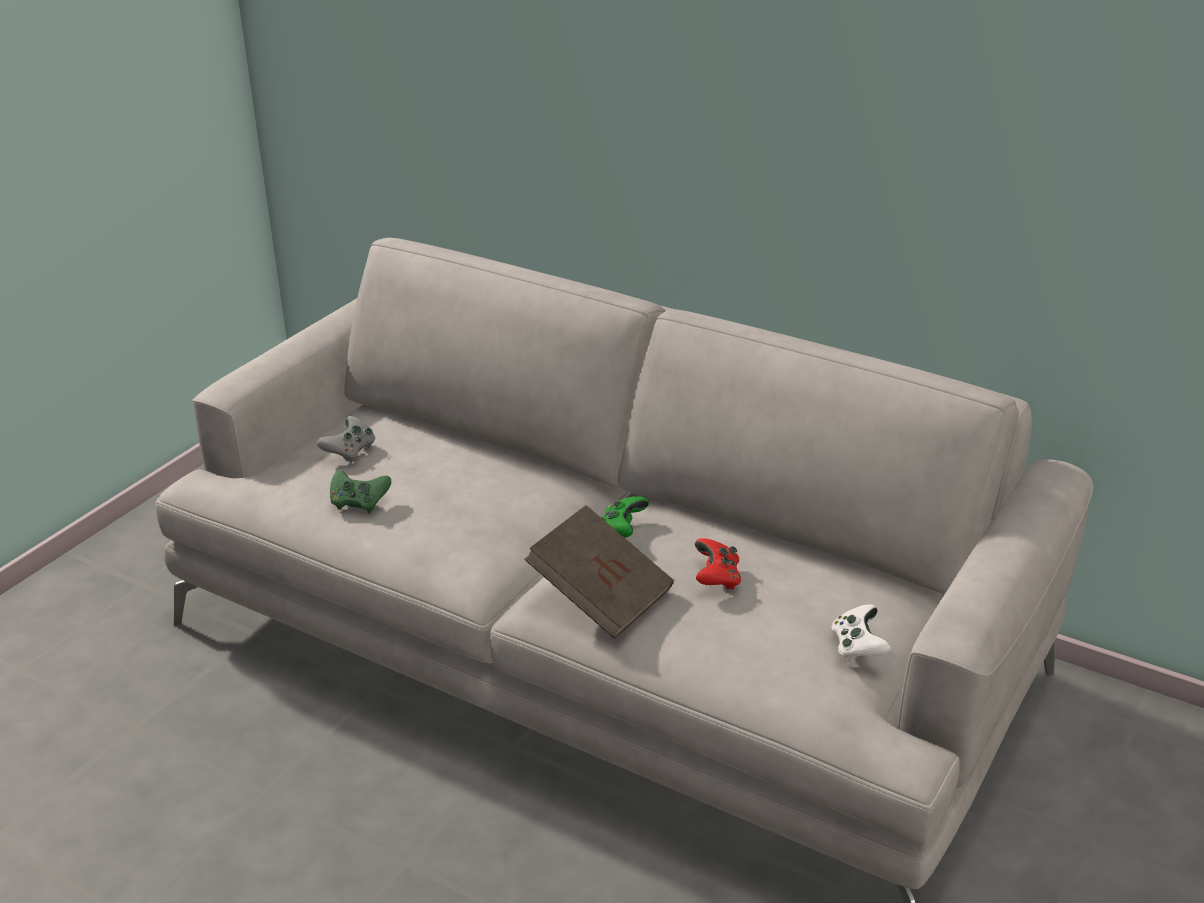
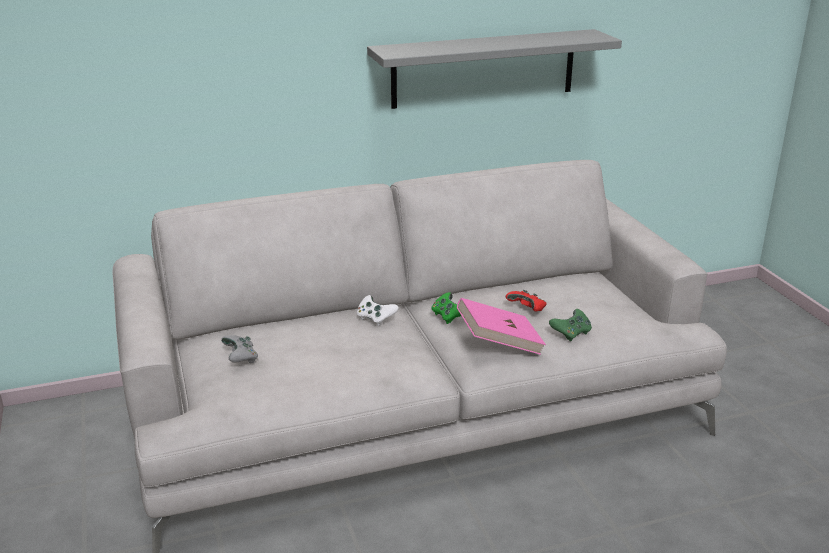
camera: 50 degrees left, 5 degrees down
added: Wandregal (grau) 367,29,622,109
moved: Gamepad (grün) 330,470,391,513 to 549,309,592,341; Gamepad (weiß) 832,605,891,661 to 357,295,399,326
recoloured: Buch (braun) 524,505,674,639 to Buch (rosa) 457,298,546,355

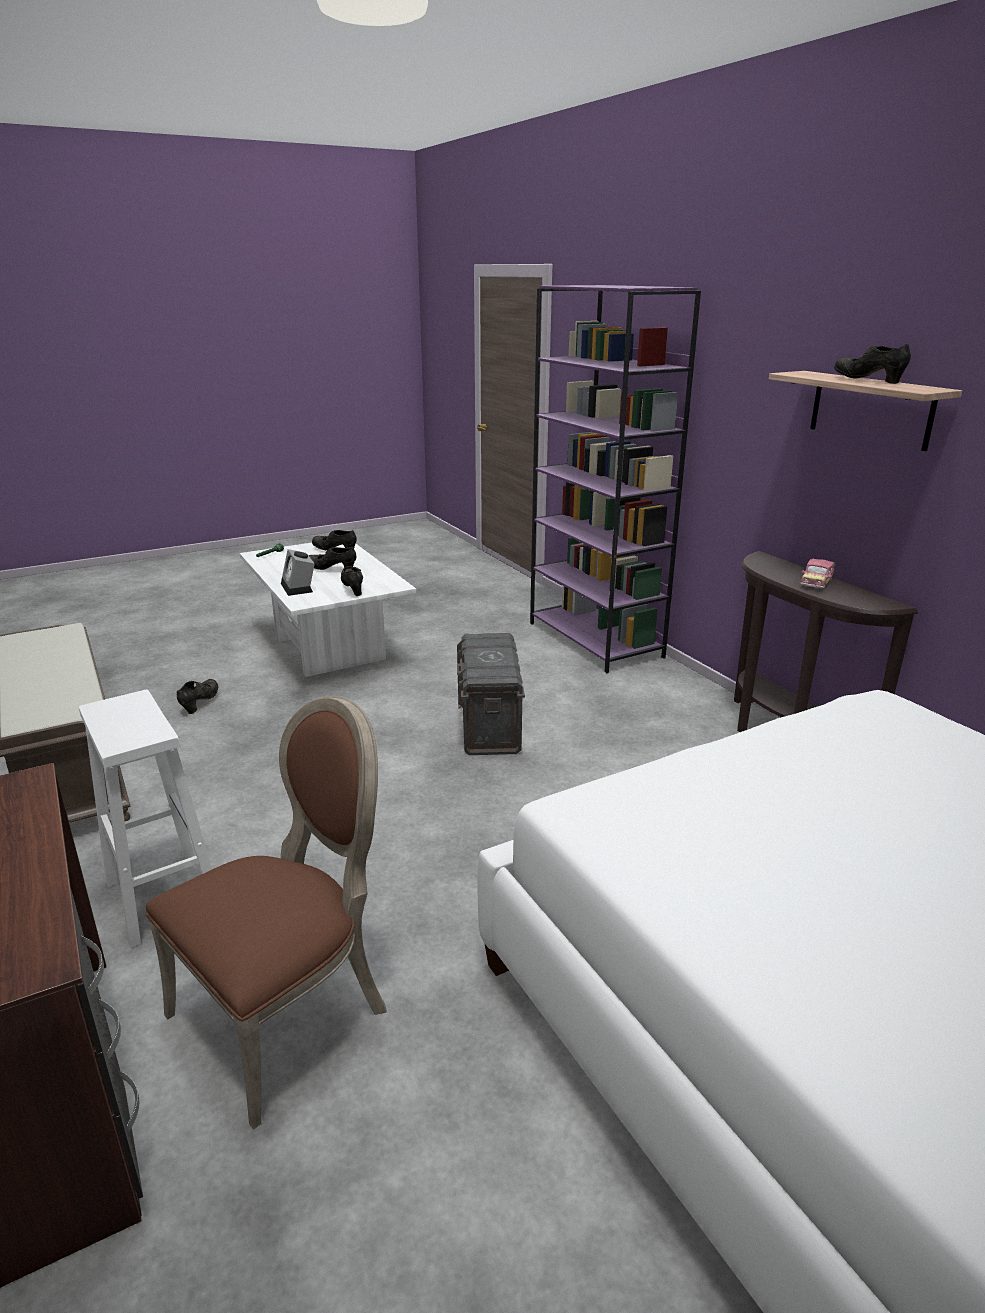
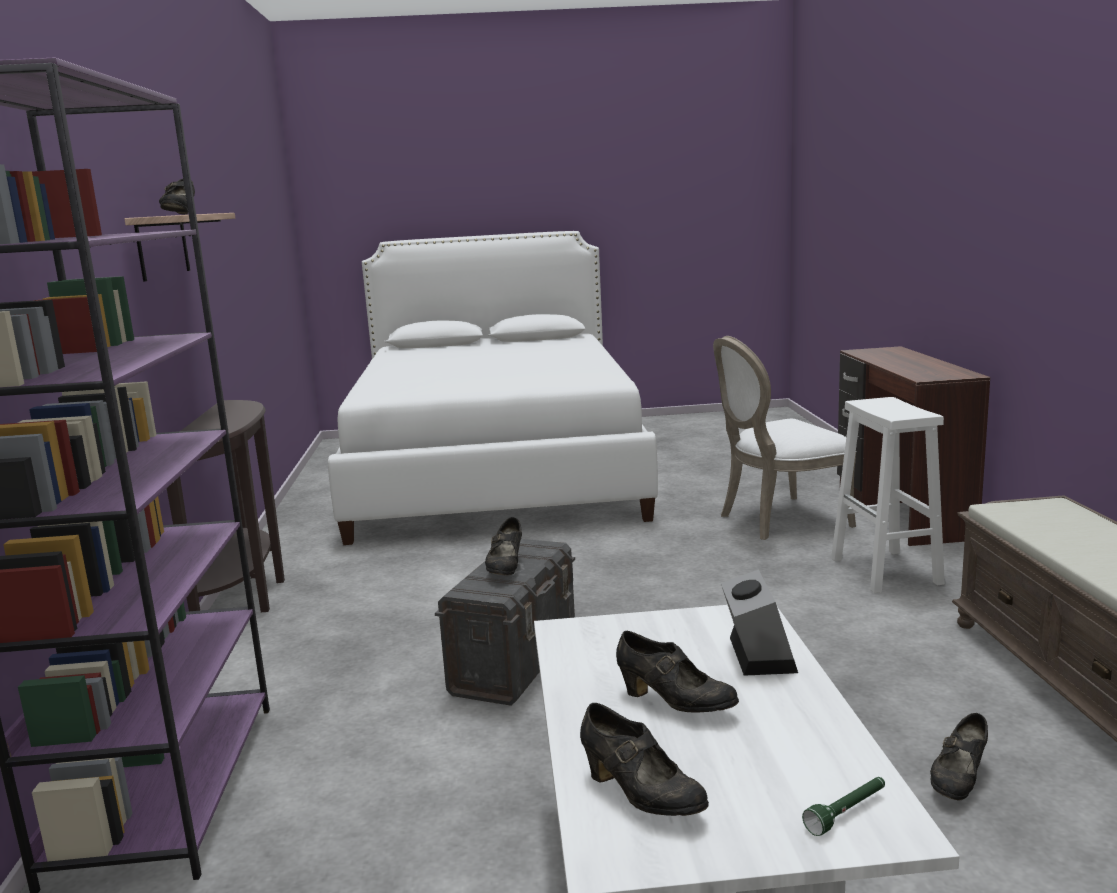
camera: 155 degrees left, 10 degrees down
removed: Spielzeugauto 800,559,835,590
moved: Schuh (schwarz) 341,567,363,596 to 485,517,522,575
recoloured: Stuhl (braun) 146,696,387,1129 to Stuhl (weiß) 713,336,856,540

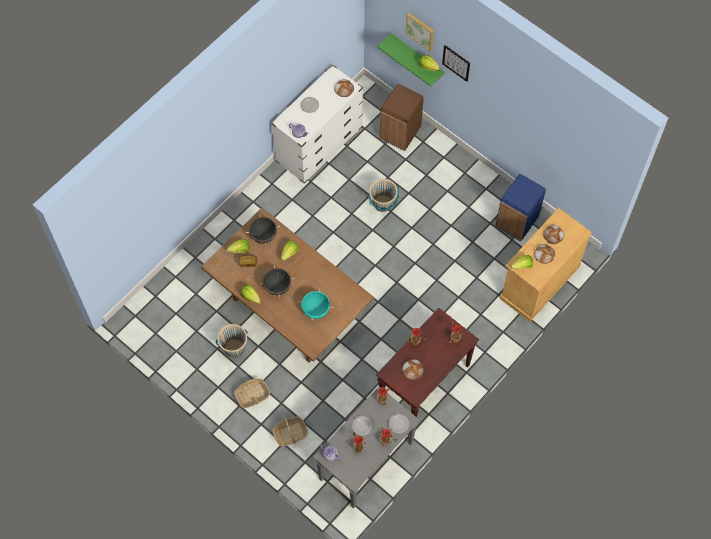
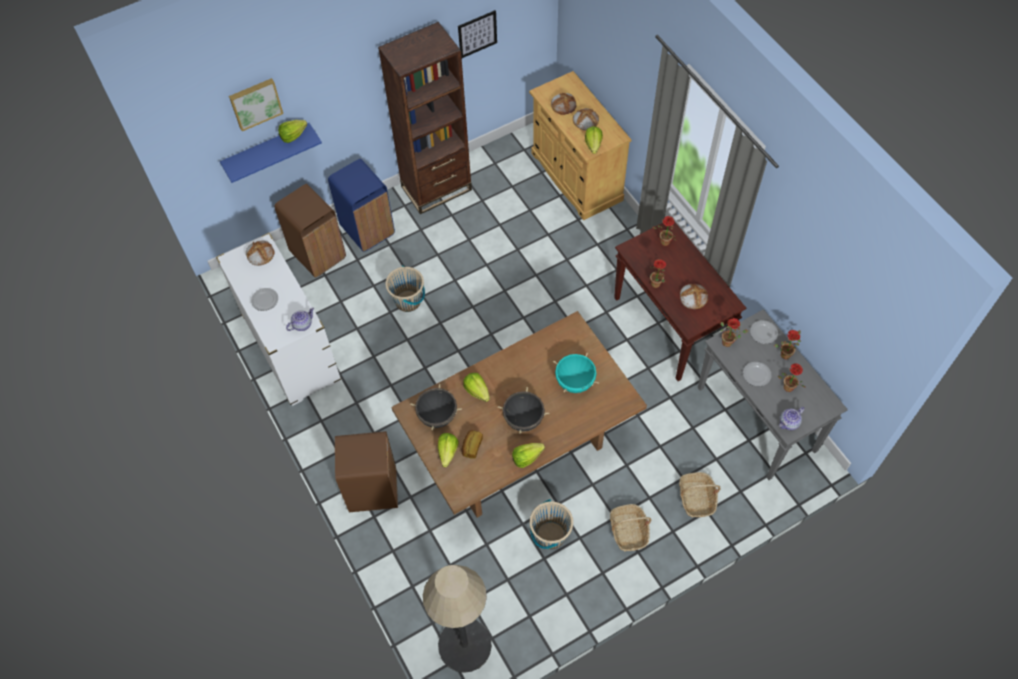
camera: 70 degrees left, 5 degrees down
added: Mülleimer (braun) 335,431,398,512; Bücherregal (braun) 378,22,472,214; Stehlampe 423,565,492,673
moved: Bild 442,45,470,82 to 458,10,497,58; Mülleimer (blau) 496,174,546,241 to 328,159,395,252
recoloured: Wandregal (grün) 377,34,445,86 to Wandregal (blau) 220,123,322,183

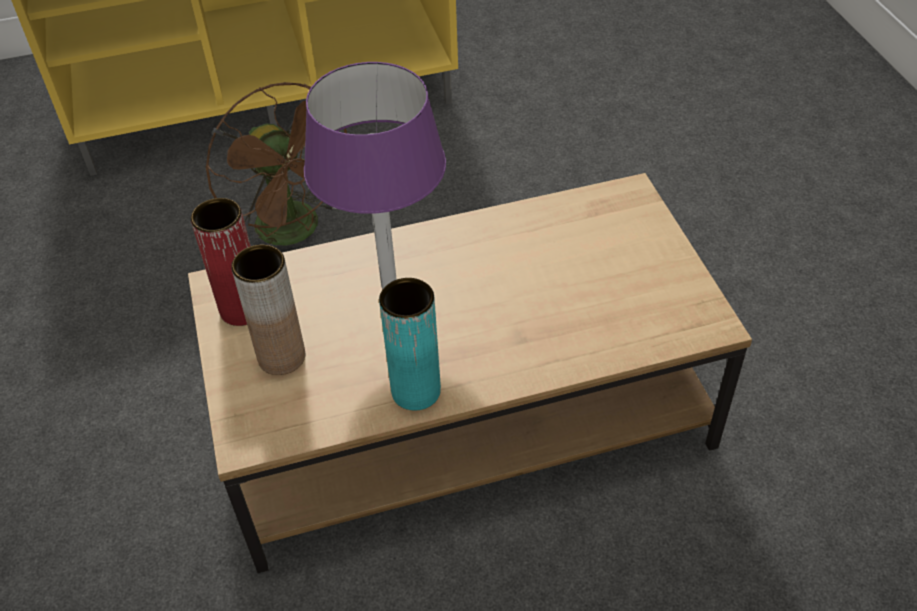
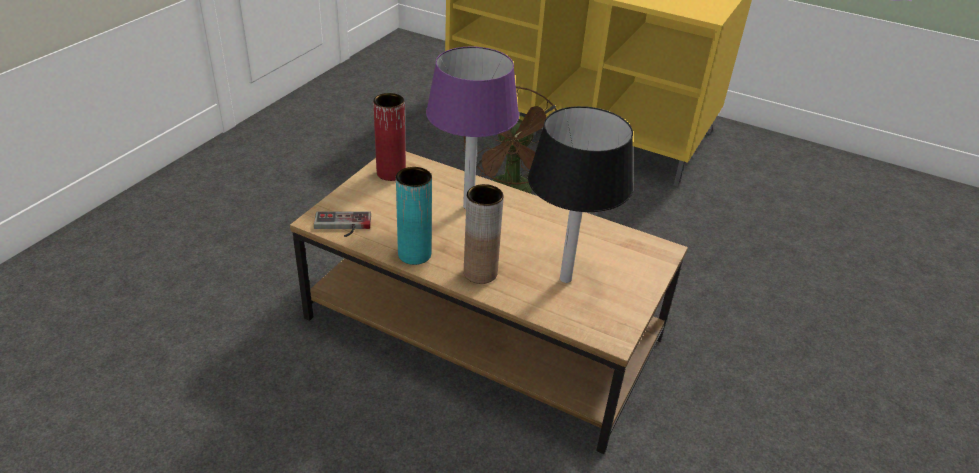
camera: 40 degrees right, 10 degrees down
added: Gamepad 314,211,371,237; Tischlampe (schwarz) 528,106,633,283
moved: Vase (braun) 231,245,305,375 to 464,184,504,284

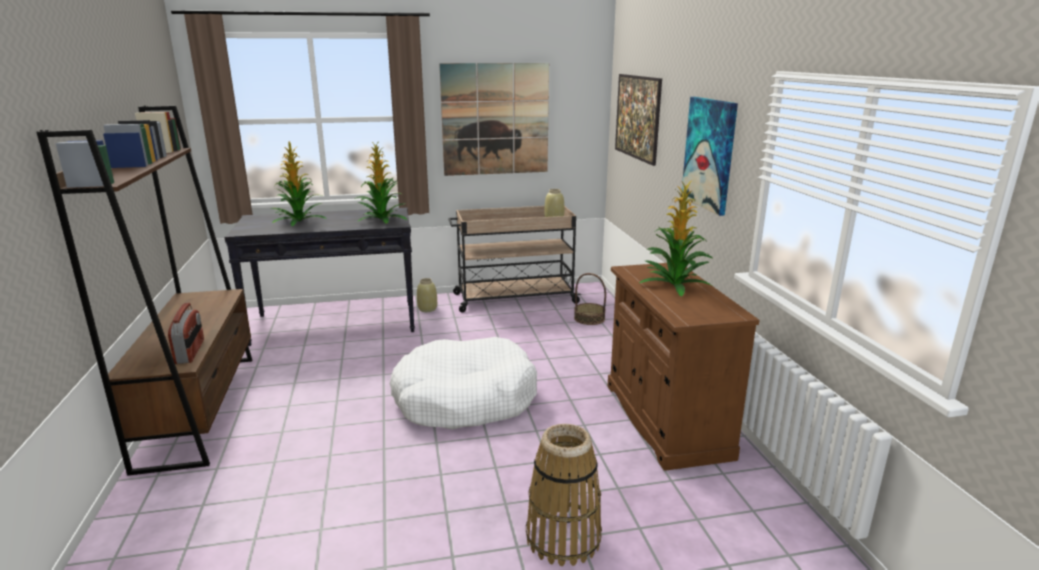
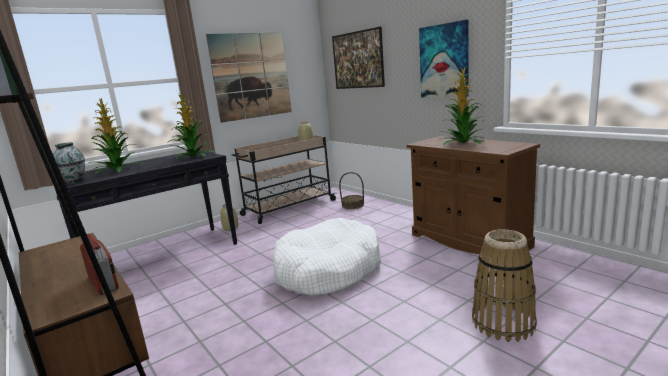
camera: 25 degrees left, 5 degrees down
added: Vase 53,142,85,185

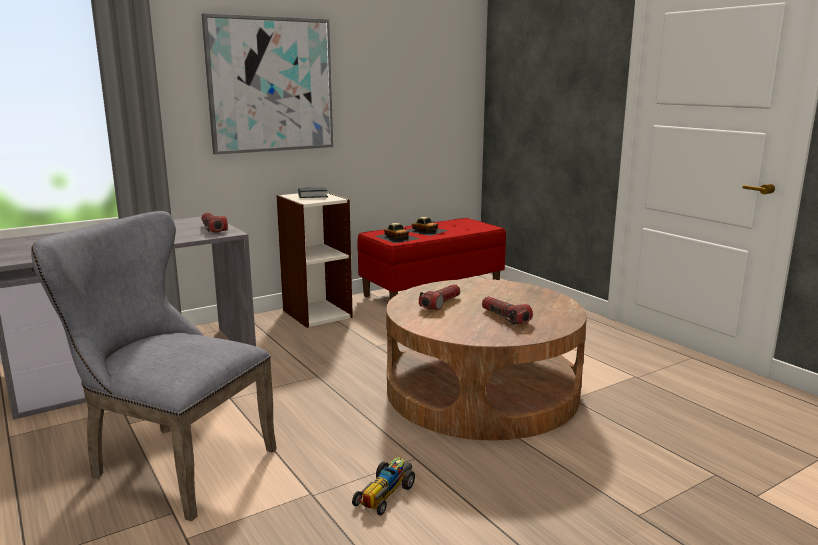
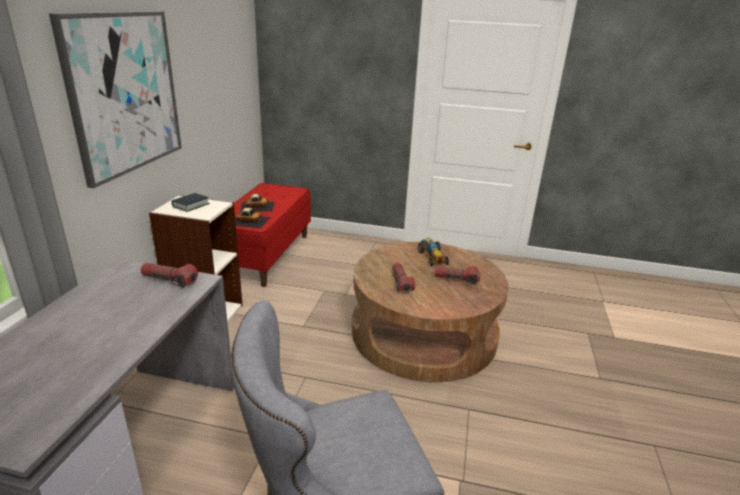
camera: 45 degrees left, 10 degrees up
moved: Spielzeugauto 352,457,415,516 to 418,237,449,266

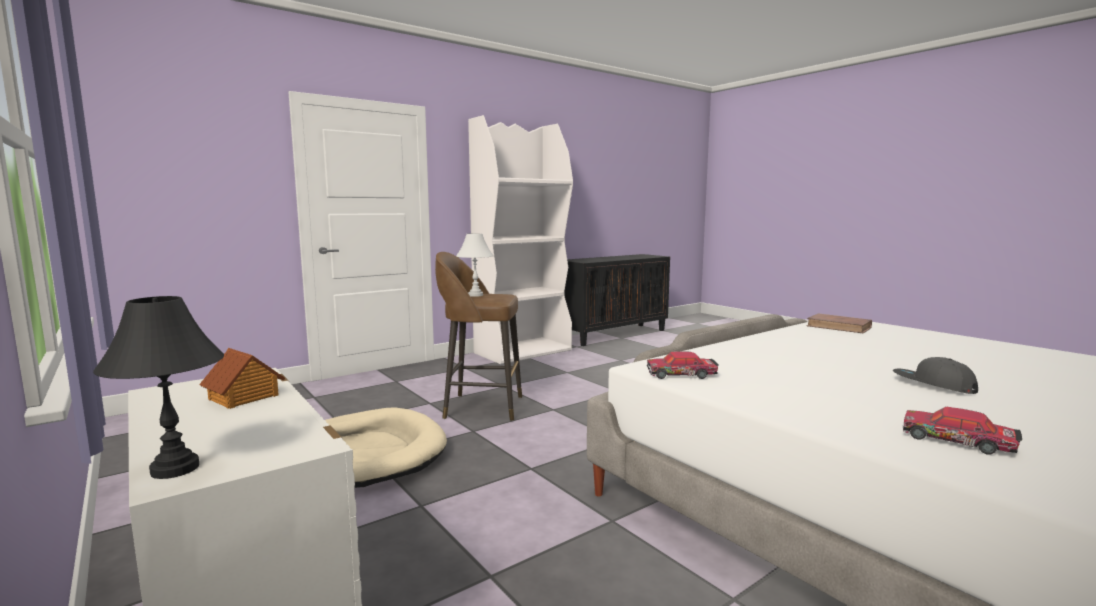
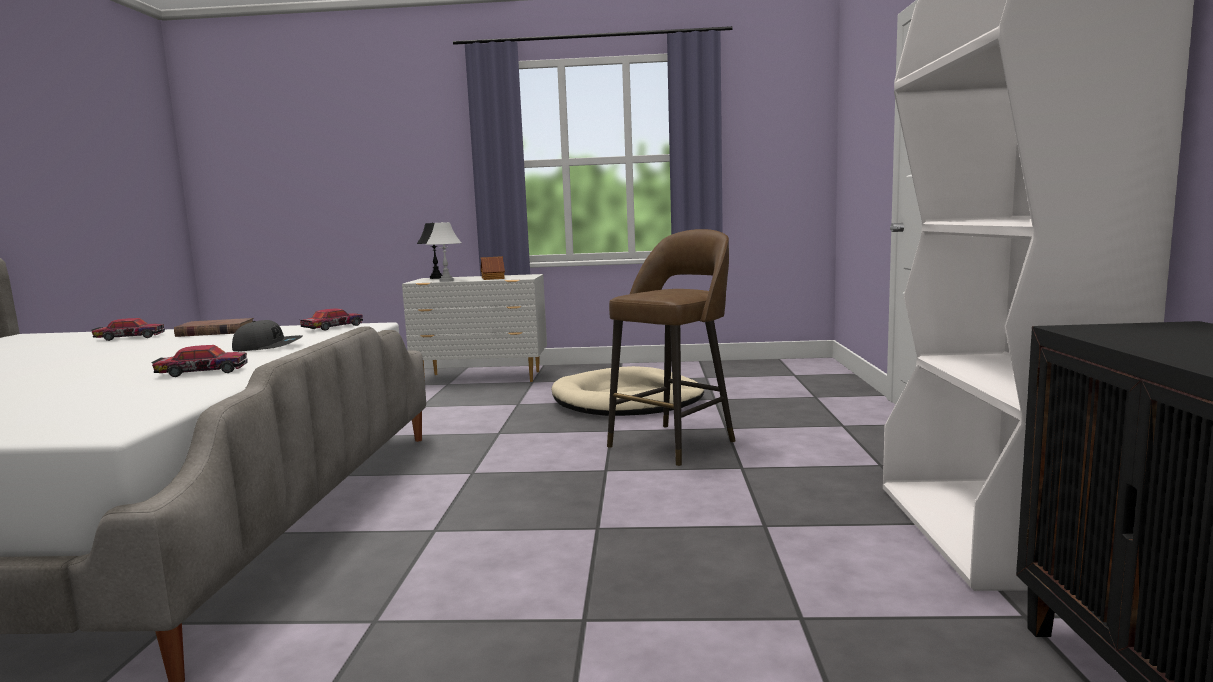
camera: 130 degrees right, 0 degrees up
added: Spielzeugauto 151,345,248,377
moved: Tischlampe (weiß) 456,233,494,297 to 426,222,461,282; Buch (braun) 807,313,872,333 to 174,318,254,337; Kappe (grau) 893,357,978,394 to 232,320,303,352

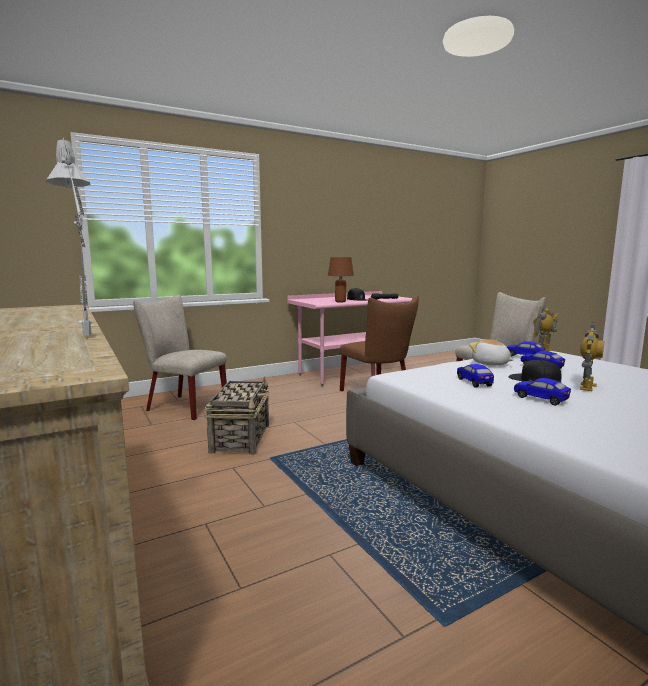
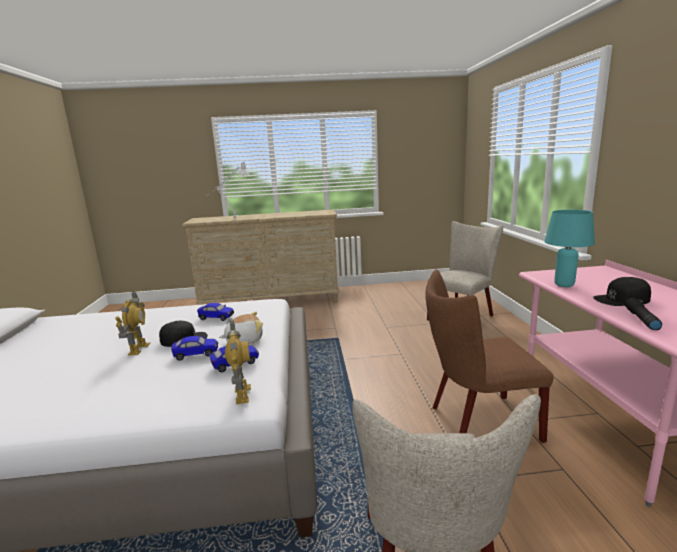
camera: 115 degrees right, 5 degrees up
removed: Korb 204,376,269,455; Spielzeugauto 514,378,571,406
recoloured: Tischlampe (braun) 328,257,354,303 to Tischlampe (türkis) 544,210,595,287
turned: Spielzeugroboter 580,322,605,391 = 115,291,150,355 150 degrees counterclockwise

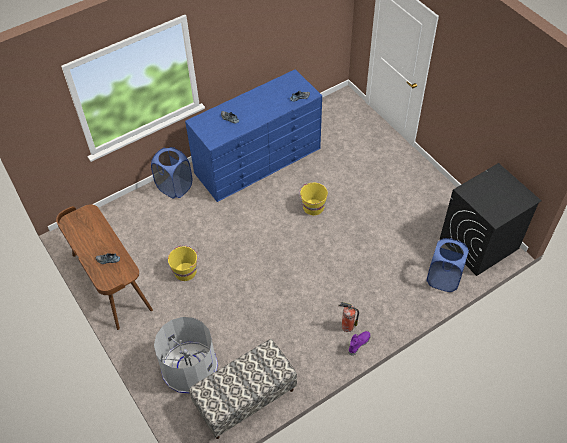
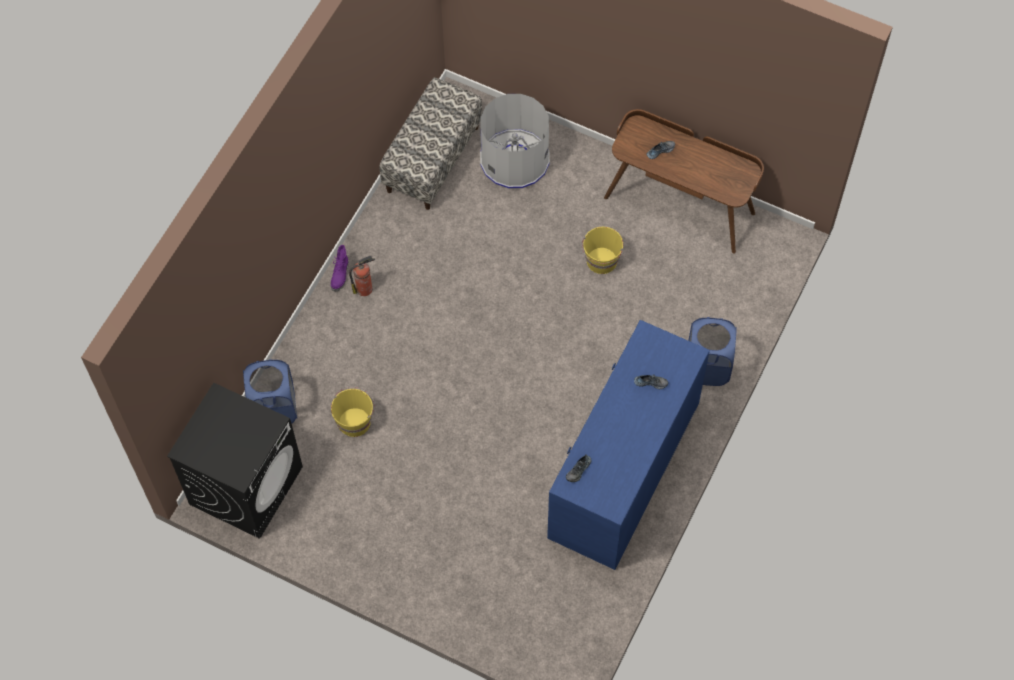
camera: 150 degrees right, 10 degrees up
moved: Eimer (gelb) 299,183,328,215 to 331,387,375,437

